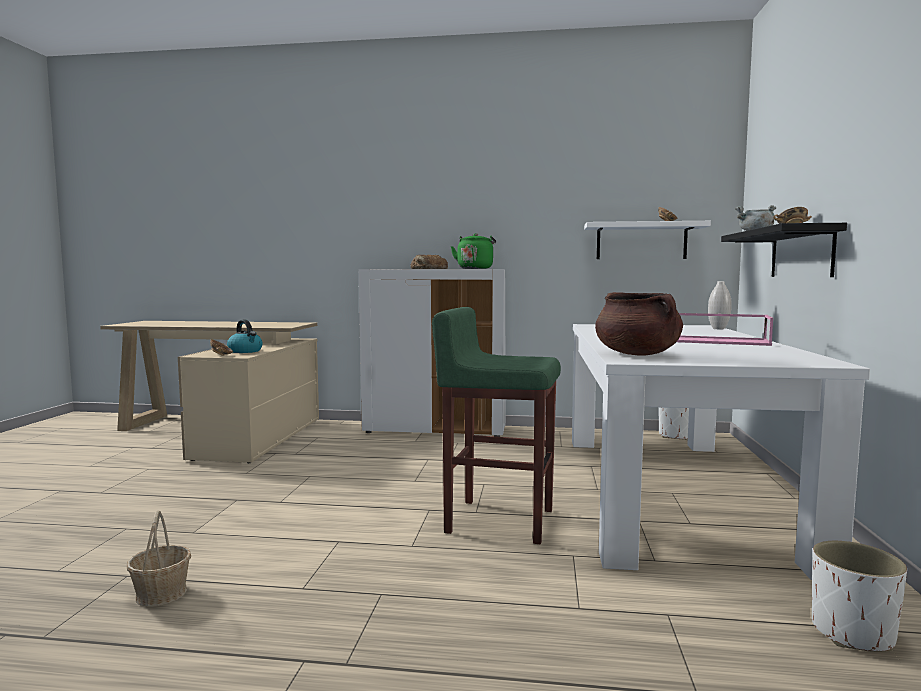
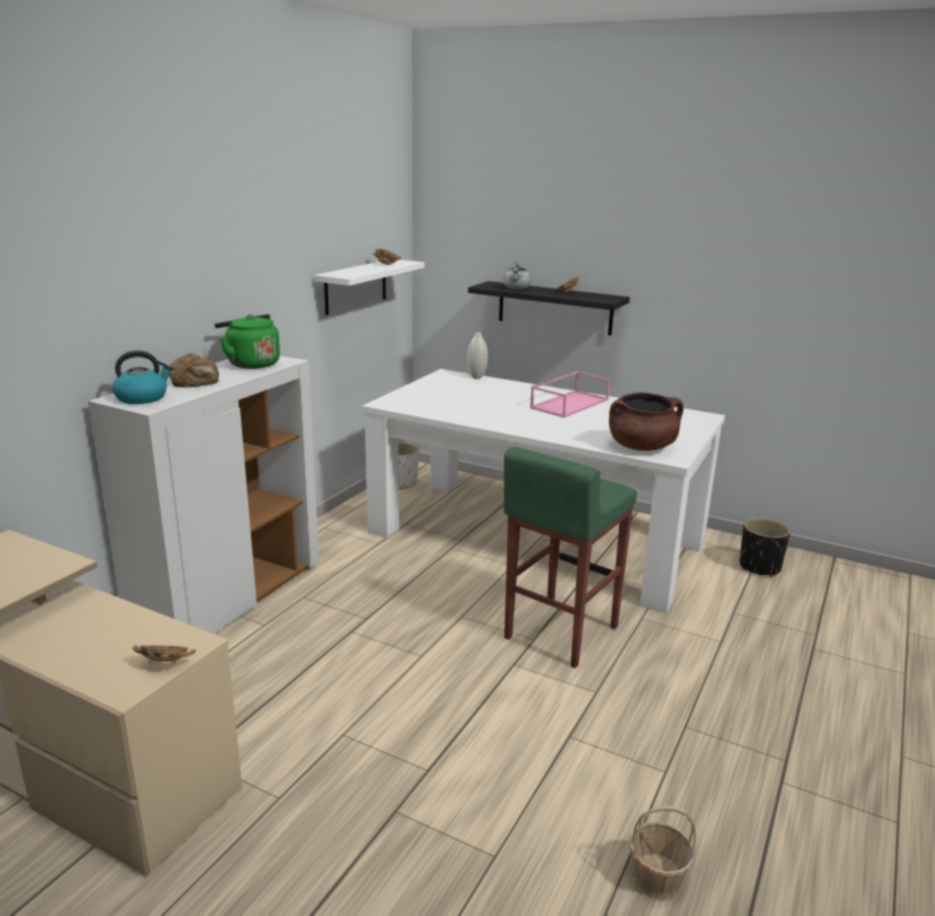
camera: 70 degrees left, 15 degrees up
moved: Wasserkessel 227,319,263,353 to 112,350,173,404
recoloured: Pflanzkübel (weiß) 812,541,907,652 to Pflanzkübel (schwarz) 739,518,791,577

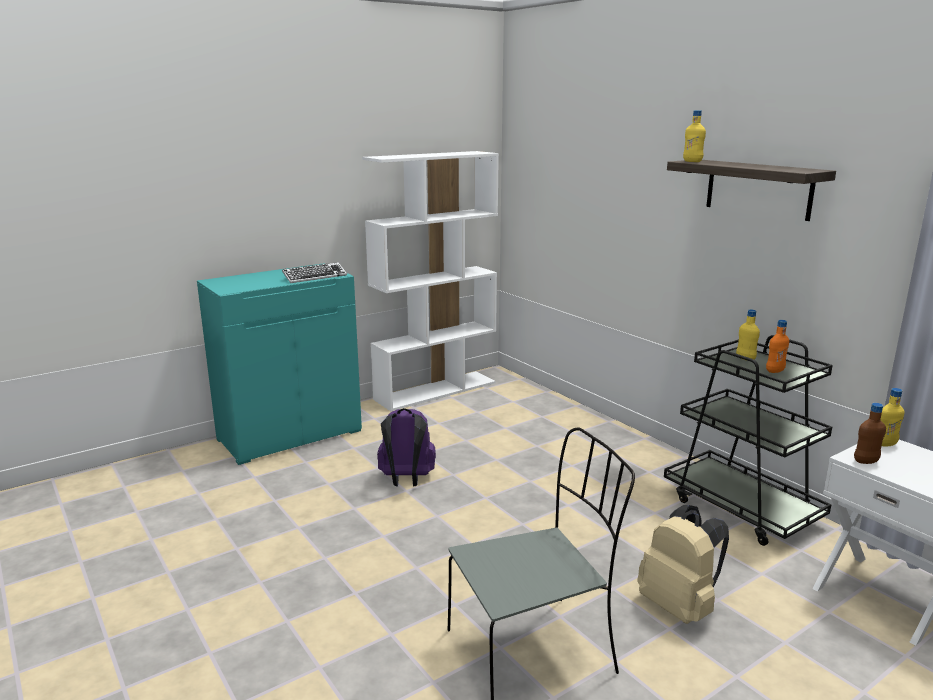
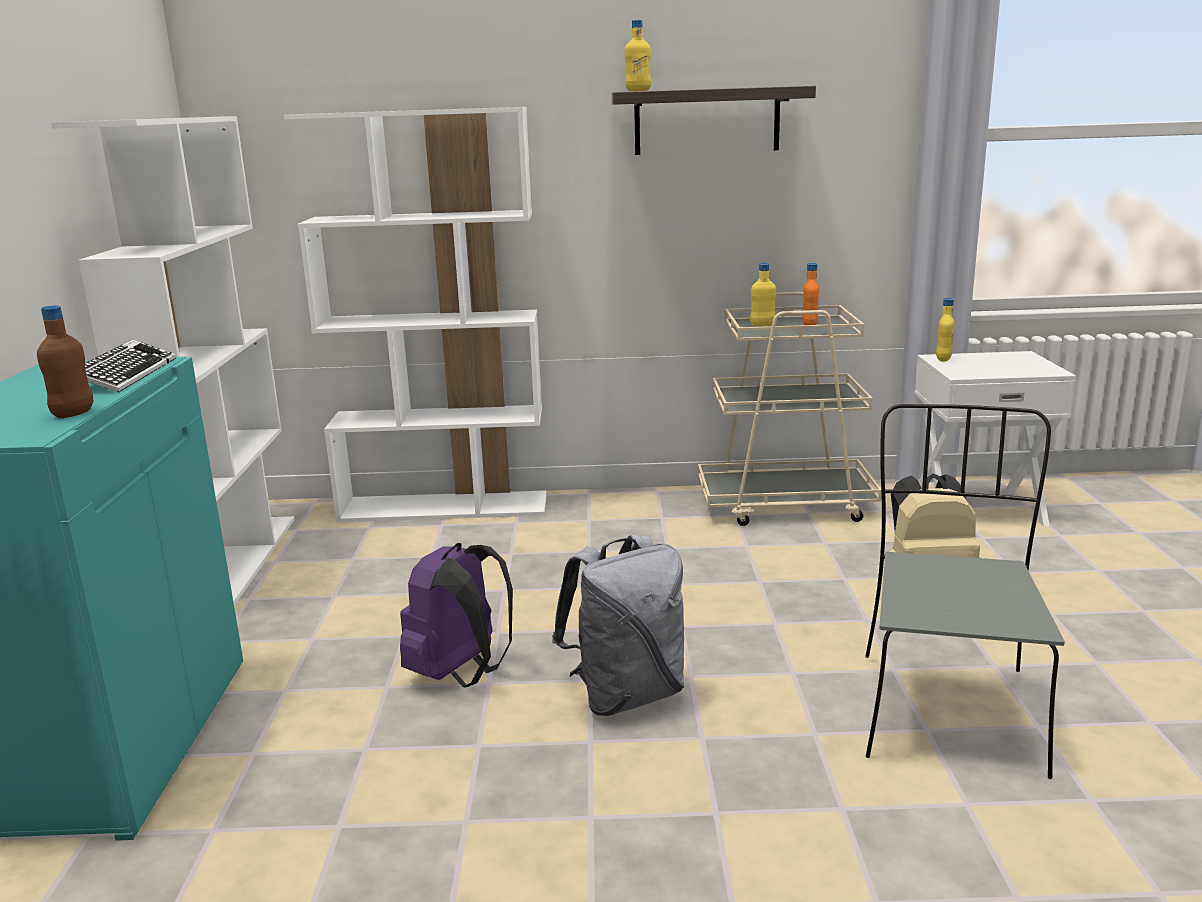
camera: 55 degrees left, 0 degrees up
added: Bücherregal (weiß) 284,107,547,522; Rucksack (grau) 552,535,684,716
moved: Flasche (braun) 854,403,886,464 to 37,305,94,418
recoloured: Rollwagen (schwarz) 664,335,833,546 to Rollwagen (beige) 698,292,882,526

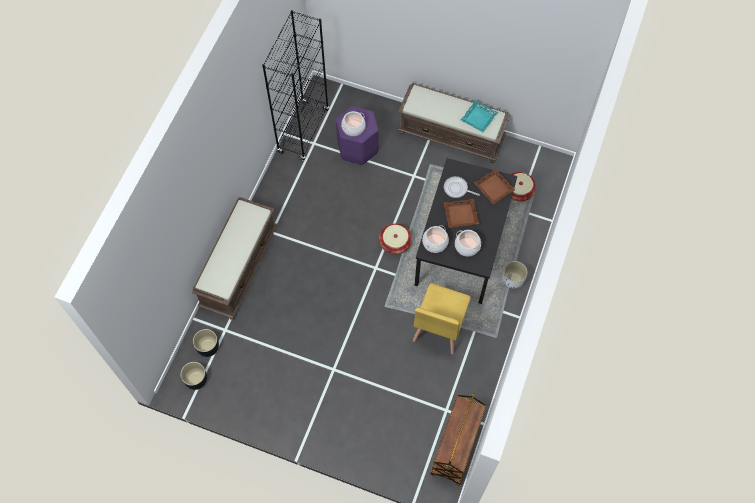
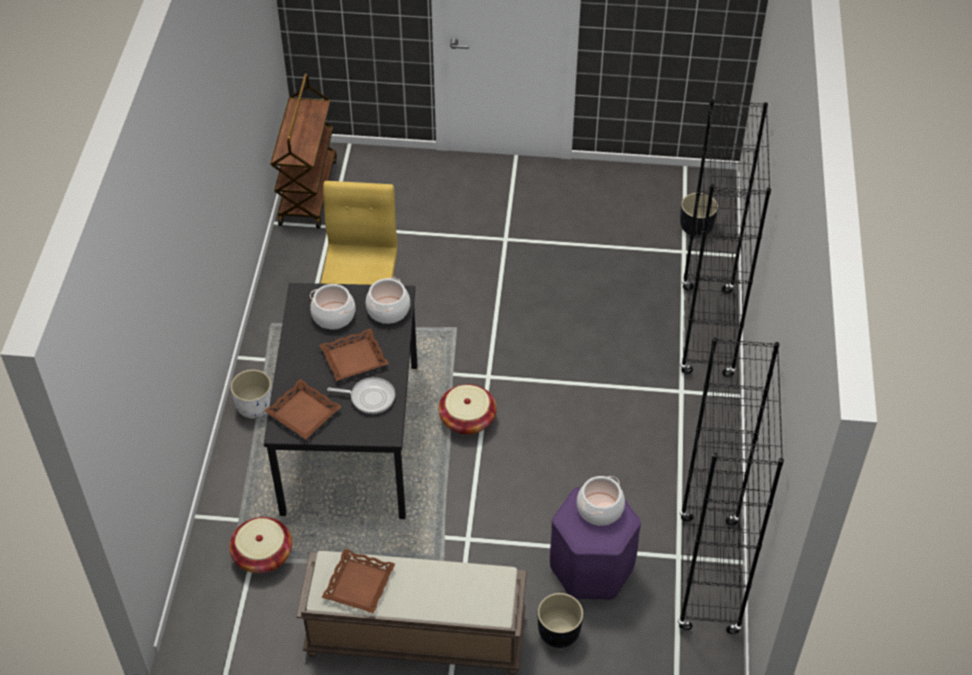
camera: 165 degrees right, 15 degrees down
moved: Pflanzkübel (schwarz) 180,362,207,390 to 538,593,583,648
replaced: Bank (braun) 192,197,278,320 to Bücherregal (schwarz) 680,99,771,377
recoloured: Tablett (türkis) 461,100,498,132 to Tablett (braun) 321,549,395,613

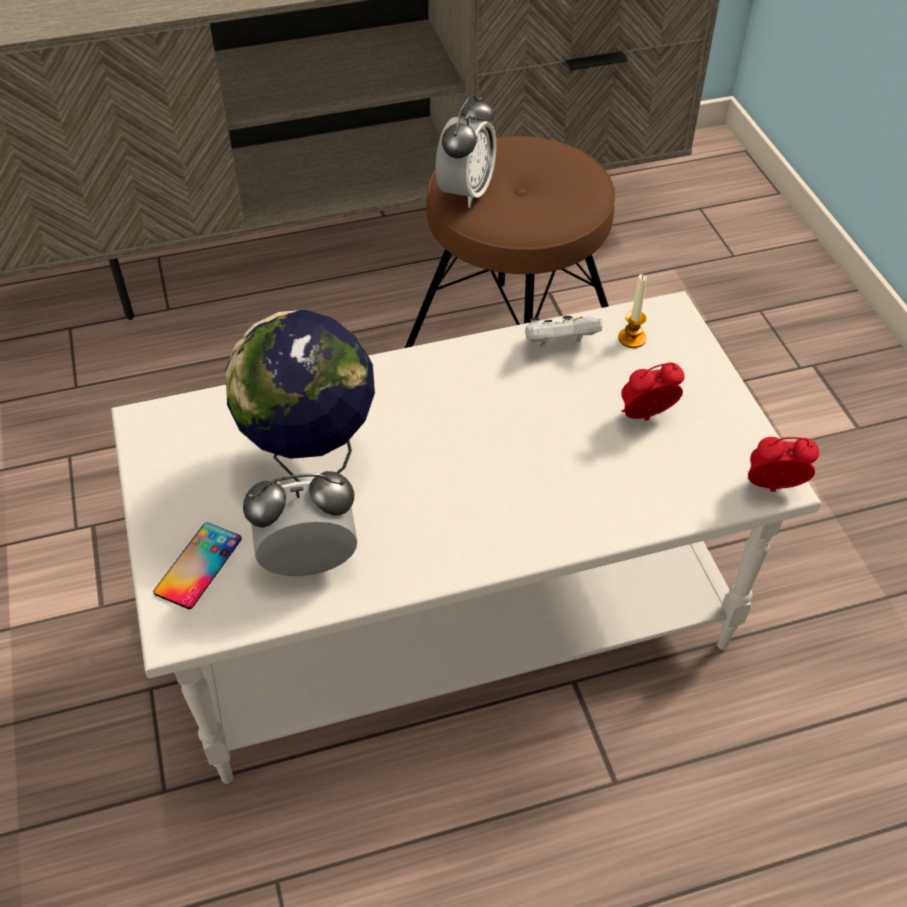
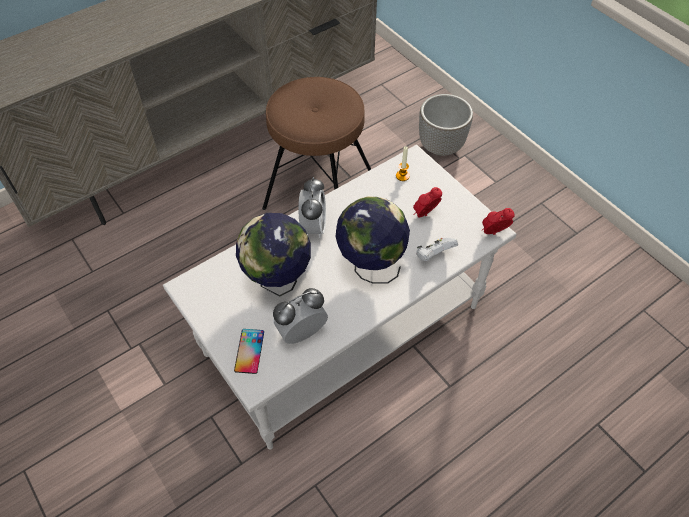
camera: 20 degrees left, 5 degrees up
added: Globus 335,196,410,284; Pflanzkübel 419,94,473,156
moved: Wecker 436,94,496,208 to 298,177,326,238; Gamepad (weiß) 525,316,602,347 to 416,238,458,261

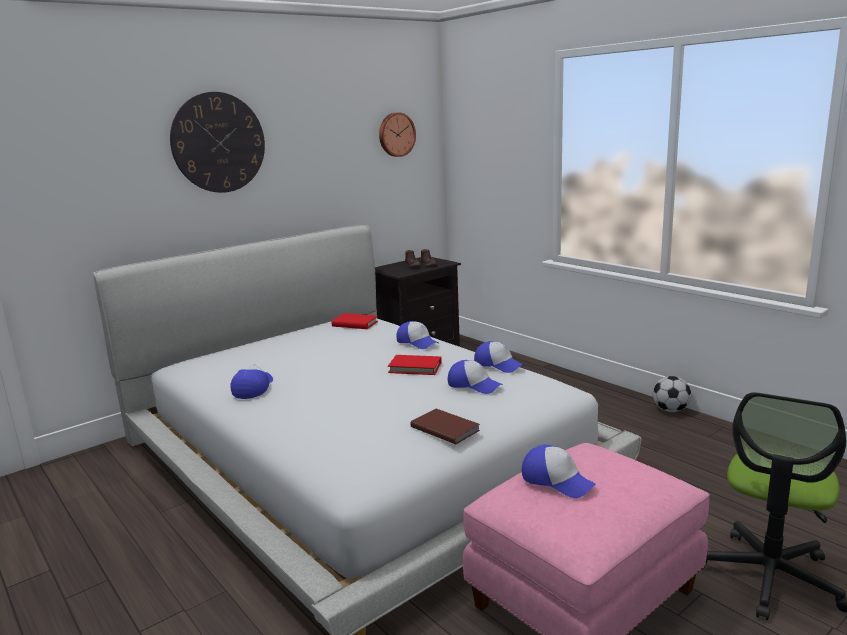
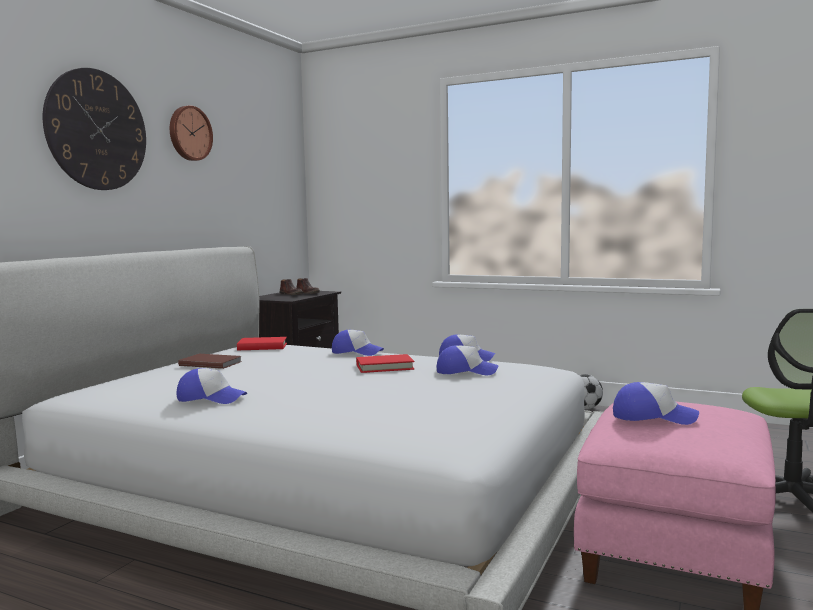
camera: 25 degrees left, 10 degrees down
moved: Wanduhr 379,113,416,157 to 170,105,213,161; Buch (braun) 410,409,480,444 to 178,354,242,369
turned: Kappe 230,364,273,399 = 177,368,247,404 120 degrees clockwise

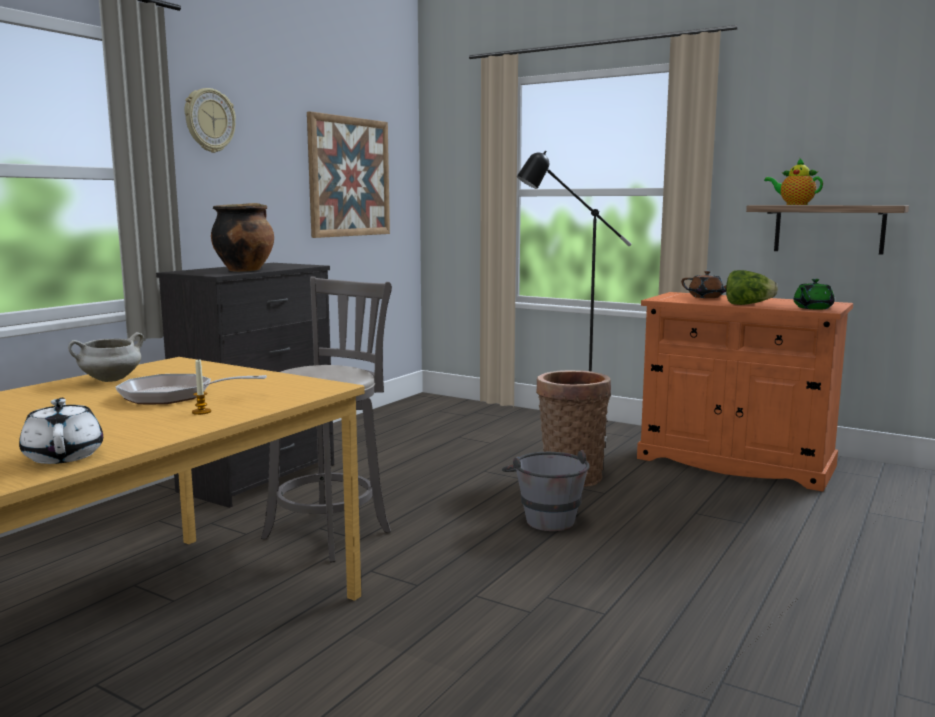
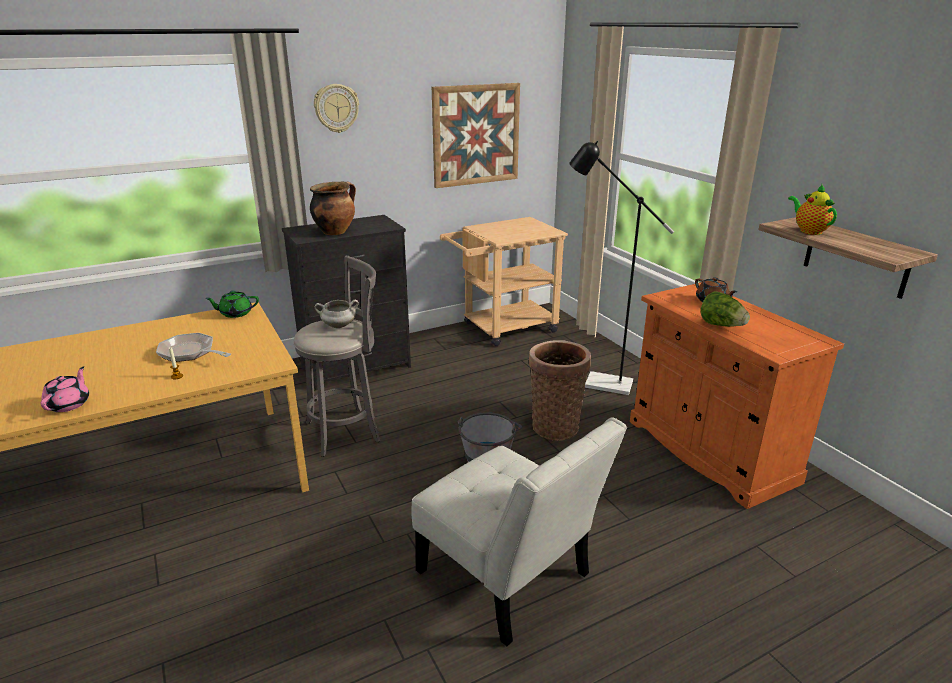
camera: 30 degrees right, 15 degrees up
added: Stuhl (weiß) 412,417,627,646; Rollwagen (beige) 440,217,568,346
moved: Kochtopf (weiß) 68,332,144,382 to 315,300,359,328; Teekanne (grün) 794,279,835,310 to 205,290,259,318
recoloured: Teekanne (weiß) 19,398,103,464 to Teekanne (rosa) 41,366,89,412

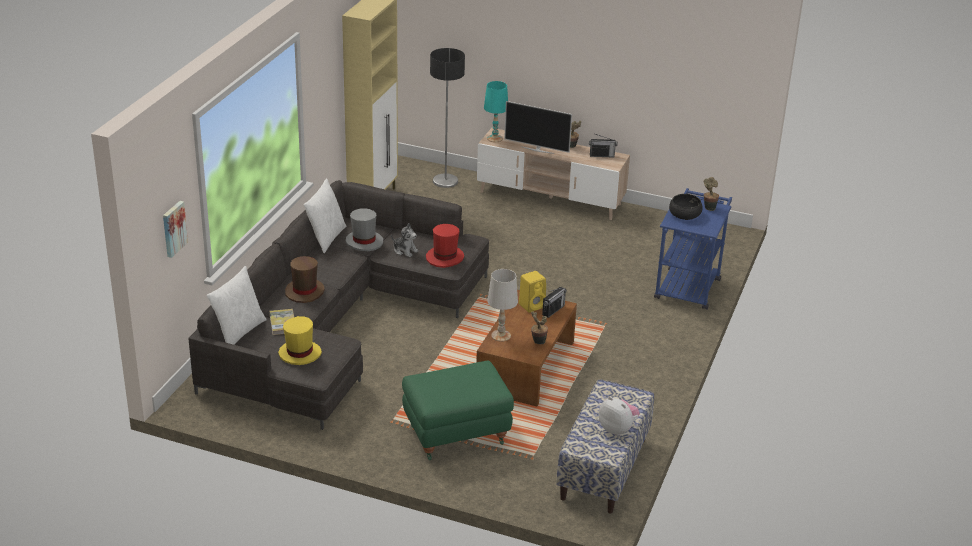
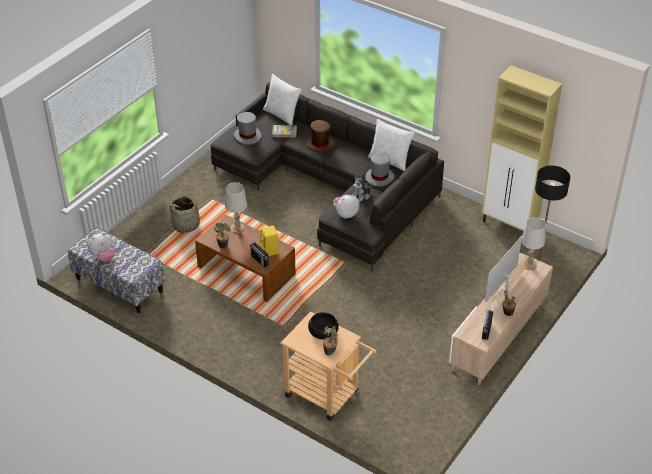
camera: 105 degrees right, 10 degrees up
removed: Bild 163,201,188,258
replaced: Polsterhocker (grün) 402,361,514,460 to Korb 169,196,206,233; Hut (rot) 426,224,464,268 to Plüschtier 333,195,359,219
recoloured: Hut (gelb) 278,316,322,365 to Hut (grau) 234,112,262,145; Tischlampe (türkis) 484,81,508,142 to Tischlampe (weiß) 521,217,546,270; Rollwagen (blau) 654,188,732,310 to Rollwagen (beige) 280,311,376,421

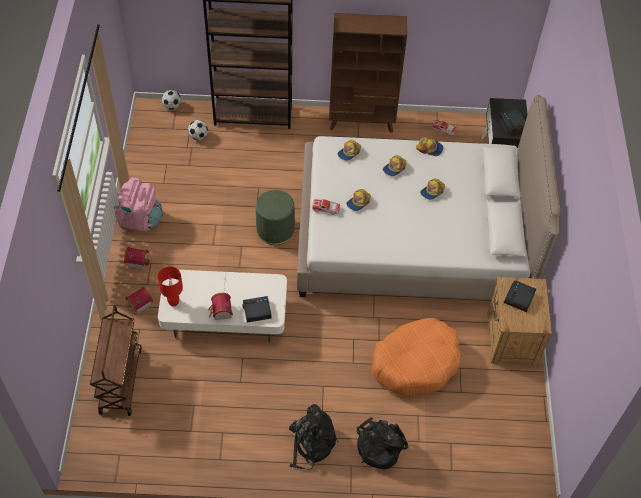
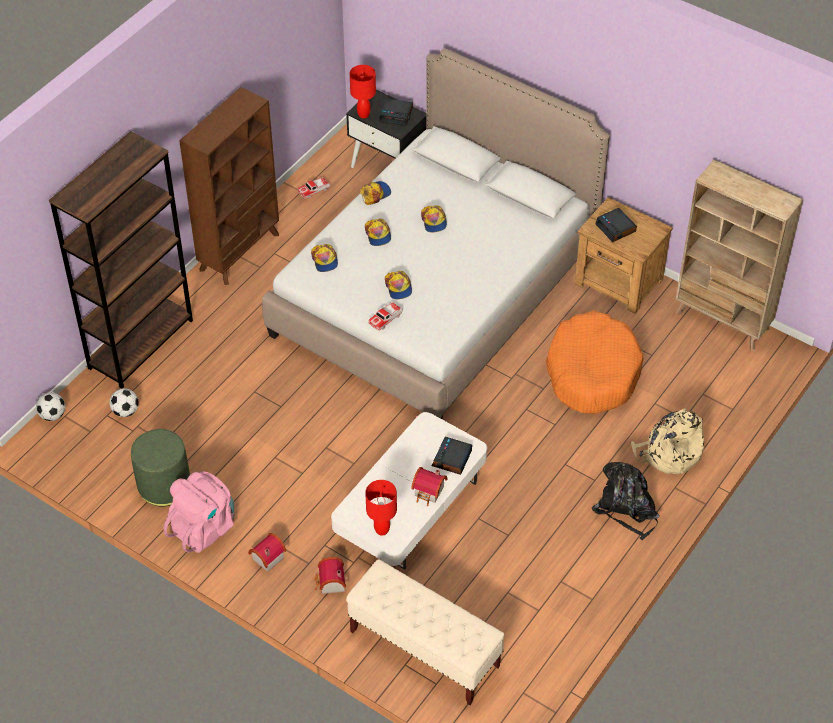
camera: 55 degrees left, 5 degrees down
added: Tischlampe (rot) 350,65,376,118; Bücherregal (beige) 675,159,804,351
moved: Polsterhocker (grün) 256,190,295,245 to 131,429,190,506
replaced: Rollwagen (braun) 90,306,141,416 to Bank (beige) 346,559,505,705
recoloured: Rucksack (schwarz) 357,417,408,469 to Rucksack (beige) 631,409,704,474

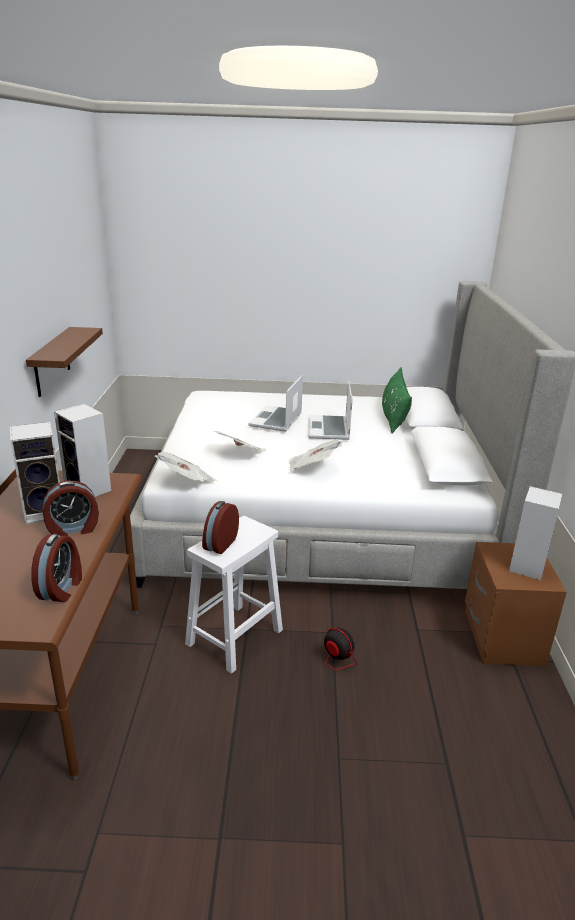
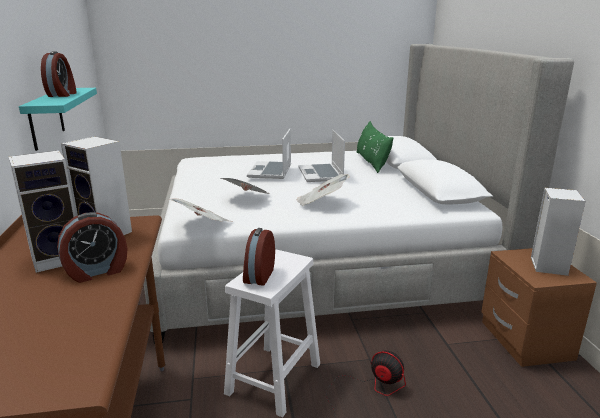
camera: 10 degrees left, 5 degrees down
moved: Wecker 31,534,82,602 to 41,51,77,97
recoloured: Wandregal (braun) 26,327,103,397 to Wandregal (türkis) 19,88,97,151

